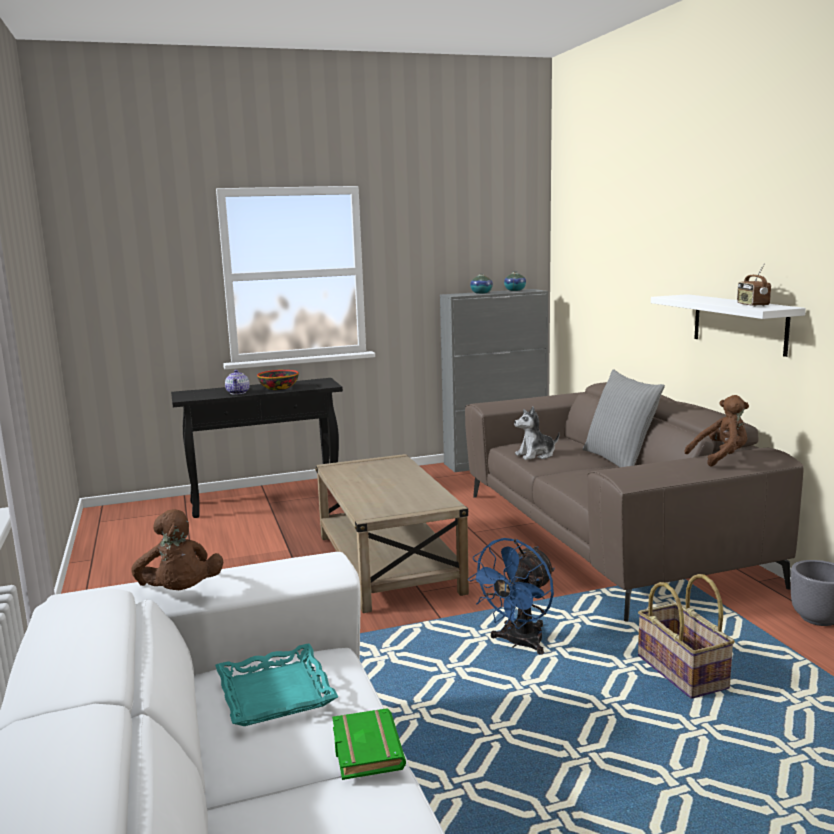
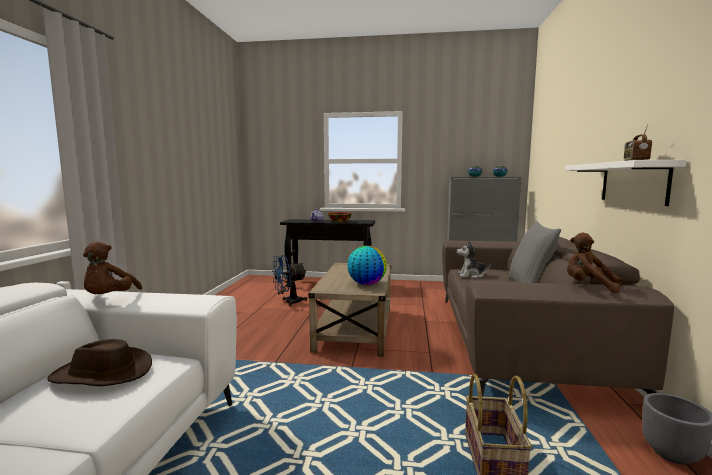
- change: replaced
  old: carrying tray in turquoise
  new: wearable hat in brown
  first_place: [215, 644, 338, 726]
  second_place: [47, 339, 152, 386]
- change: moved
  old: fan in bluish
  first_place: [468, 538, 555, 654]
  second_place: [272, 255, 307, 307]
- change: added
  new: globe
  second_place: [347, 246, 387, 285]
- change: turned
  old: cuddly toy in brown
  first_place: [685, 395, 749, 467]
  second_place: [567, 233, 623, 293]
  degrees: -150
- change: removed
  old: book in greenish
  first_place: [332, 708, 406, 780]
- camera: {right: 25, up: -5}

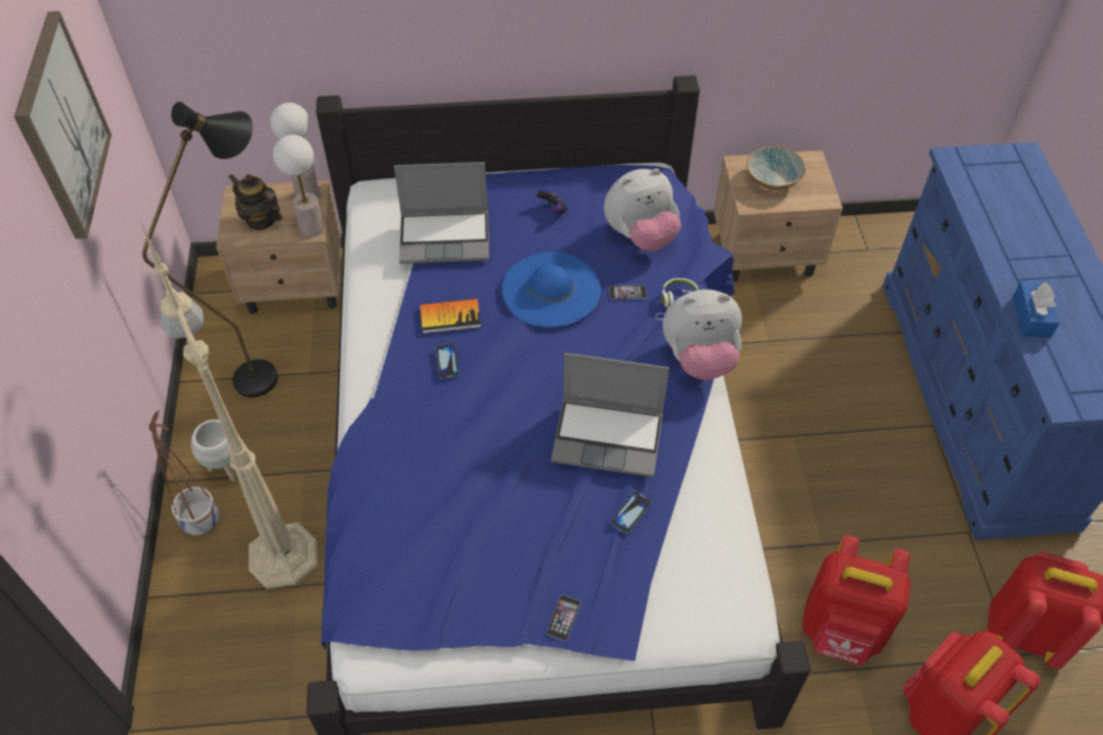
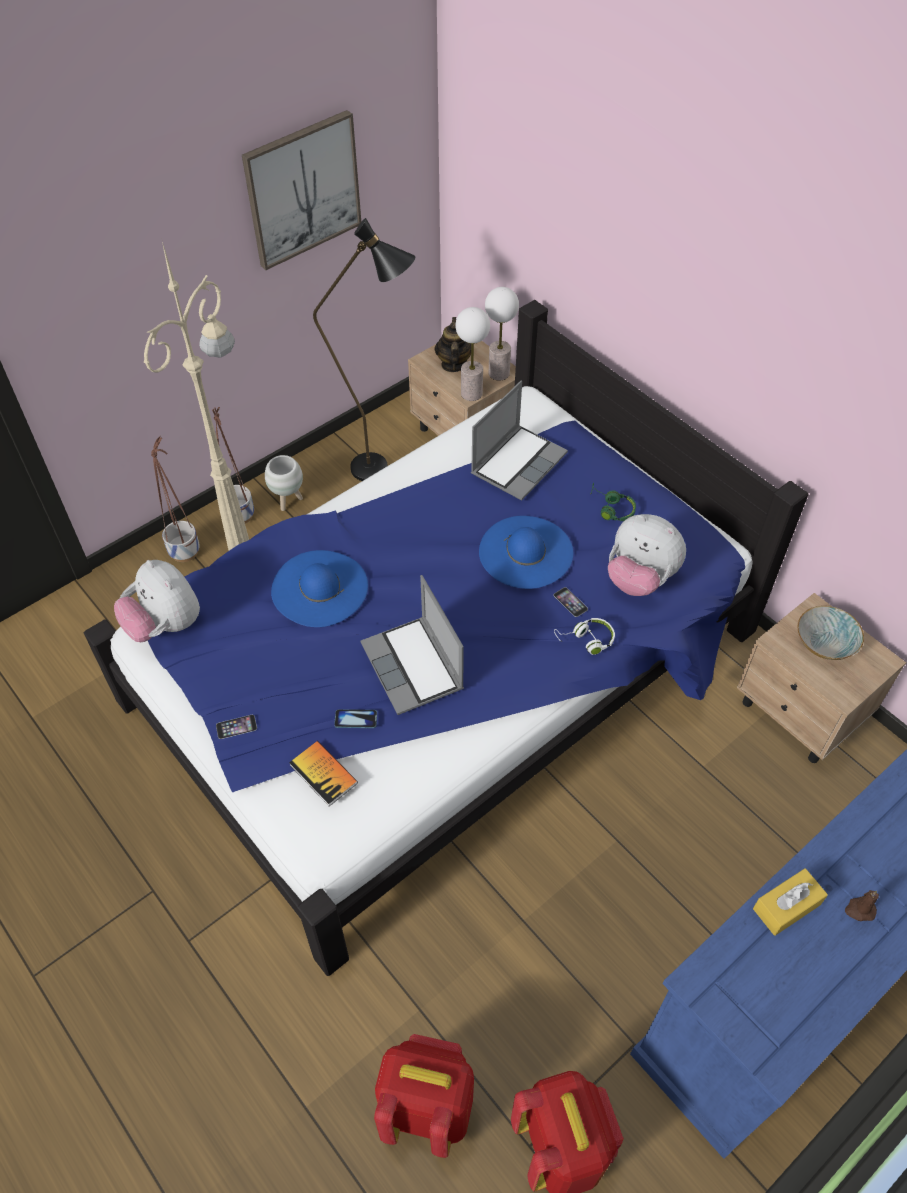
- change: moved
  old: cuddly toy
  first_place: [663, 289, 742, 380]
  second_place: [114, 560, 200, 642]
- change: added
  new: flower pot
  second_place: [151, 436, 200, 562]
- change: added
  new: wearable hat in bluish
  second_place: [271, 550, 368, 627]
- change: moved
  old: book
  first_place: [420, 299, 481, 334]
  second_place: [289, 741, 358, 806]
- change: turned
  old: notebook computer
  first_place: [394, 162, 489, 264]
  second_place: [471, 381, 568, 501]
  degrees: -105
- change: replaced
  old: gamepad
  new: headset in greenish
  first_place: [536, 190, 568, 214]
  second_place: [590, 483, 636, 521]
- change: recoloured
  old: tissue holder in bluish
  new: tissue holder in yellowish
  first_place: [1013, 282, 1060, 338]
  second_place: [753, 868, 828, 936]
- change: added
  new: wax candle in brown
  second_place: [845, 890, 879, 921]
- change: removed
  old: handset
  first_place: [435, 344, 459, 379]
- change: removed
  old: backpack in red
  first_place: [802, 535, 911, 666]
- camera: {right: 55, up: 0}

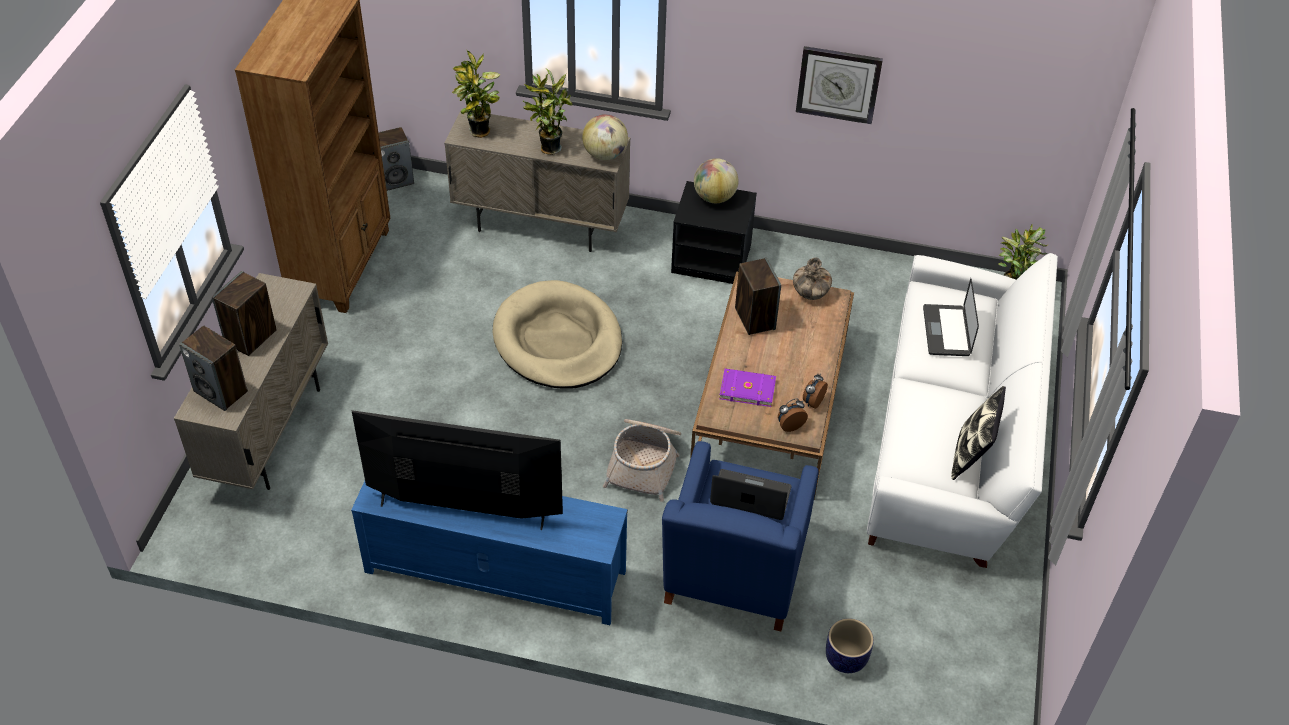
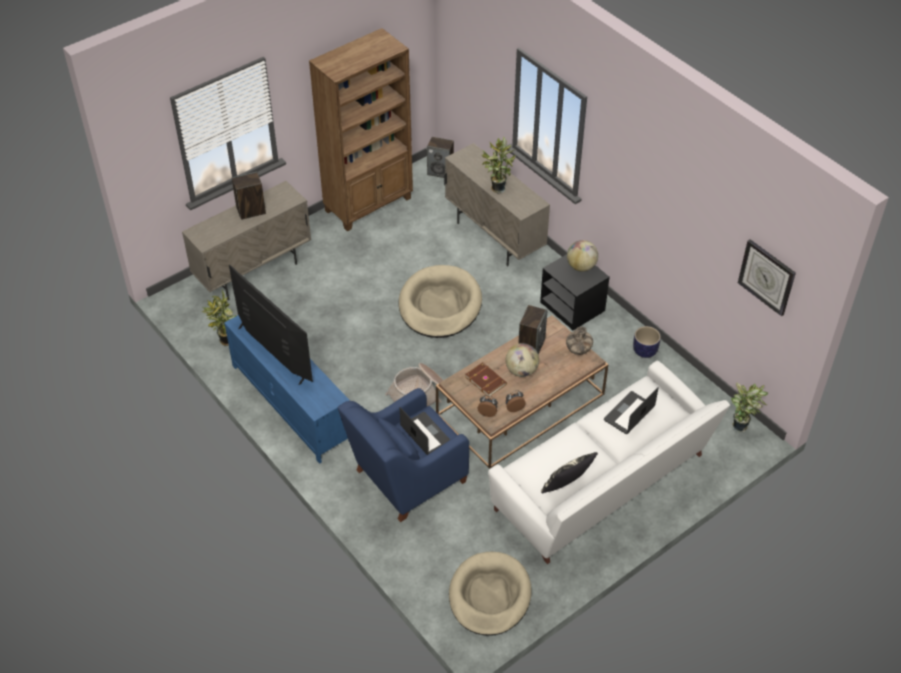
- change: moved
  old: plant in a pot
  first_place: [452, 50, 500, 138]
  second_place: [202, 290, 236, 346]
- change: added
  new: dog bed in beige-coloured
  second_place: [449, 552, 532, 636]
- change: recoloured
  old: book in purplish
  new: book in brown
  first_place: [719, 368, 776, 407]
  second_place: [465, 362, 507, 397]
- change: moved
  old: globe
  first_place: [582, 114, 628, 160]
  second_place: [506, 343, 539, 377]
- change: moved
  old: flower pot
  first_place: [826, 618, 874, 673]
  second_place: [633, 326, 661, 358]
- change: moved
  old: clock on the wall
  first_place: [796, 46, 883, 124]
  second_place: [738, 239, 796, 316]
- change: removed
  old: audio speaker
  first_place: [179, 326, 248, 411]
- camera: {right: 40, up: 0}

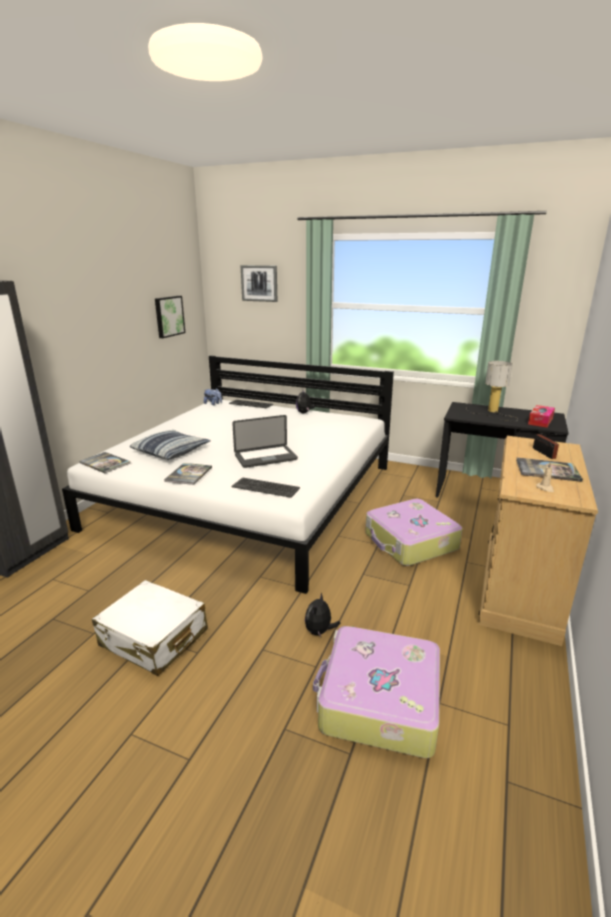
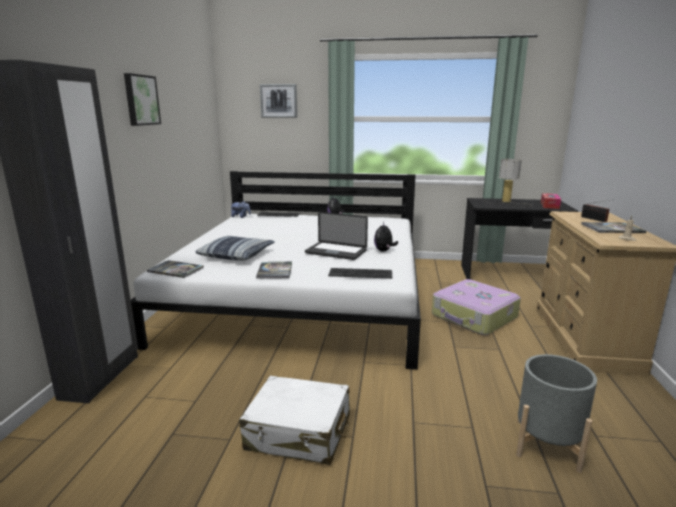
- change: moved
  old: wall art
  first_place: [155, 296, 185, 338]
  second_place: [124, 73, 161, 126]
- change: turned
  old: notebook computer
  first_place: [232, 415, 298, 468]
  second_place: [305, 212, 368, 260]
  degrees: 60
- change: moved
  old: cuddly toy
  first_place: [305, 593, 341, 637]
  second_place: [374, 222, 398, 251]
- change: replaced
  old: suitcase
  new: flower pot in gray
  first_place: [313, 626, 440, 758]
  second_place: [516, 354, 597, 473]
- camera: {right: -15, up: -5}

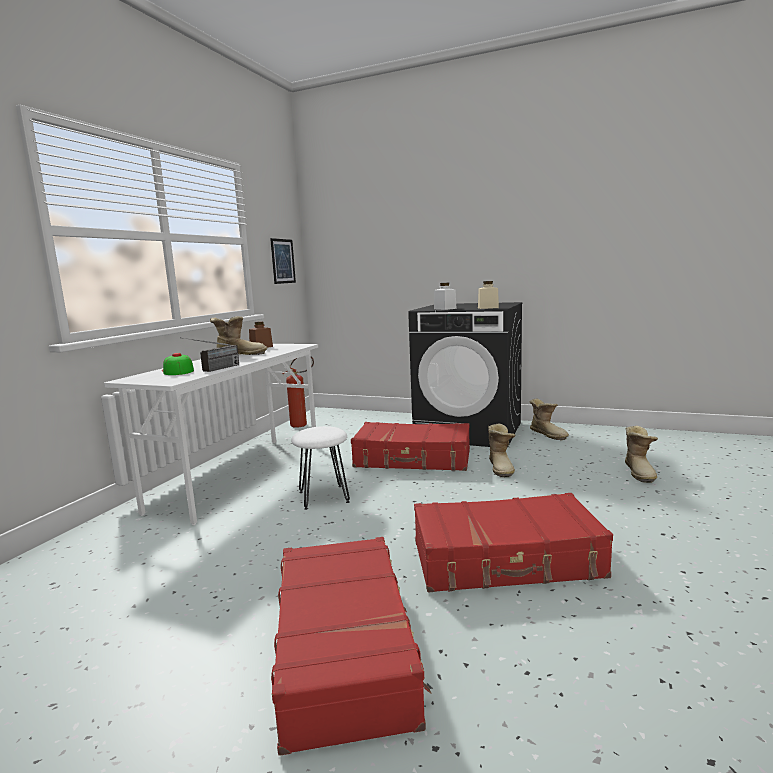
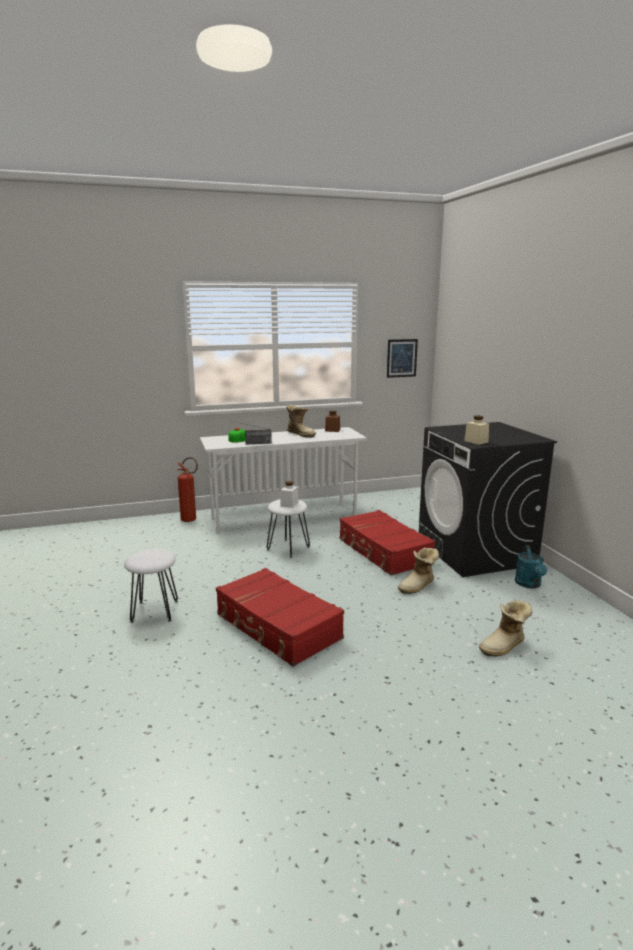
- change: replaced
  old: suitcase in red
  new: sitting stool in white
  first_place: [271, 537, 431, 756]
  second_place: [124, 549, 178, 623]
- change: moved
  old: fire-fighting cylinder
  first_place: [282, 356, 314, 428]
  second_place: [178, 457, 198, 522]
- change: moved
  old: storage jar in white
  first_place: [434, 283, 457, 310]
  second_place: [280, 481, 299, 508]
- change: replaced
  old: tall boot
  new: watering can in turquoise
  first_place: [529, 399, 569, 440]
  second_place: [515, 545, 547, 588]
- camera: {right: 50, up: 5}

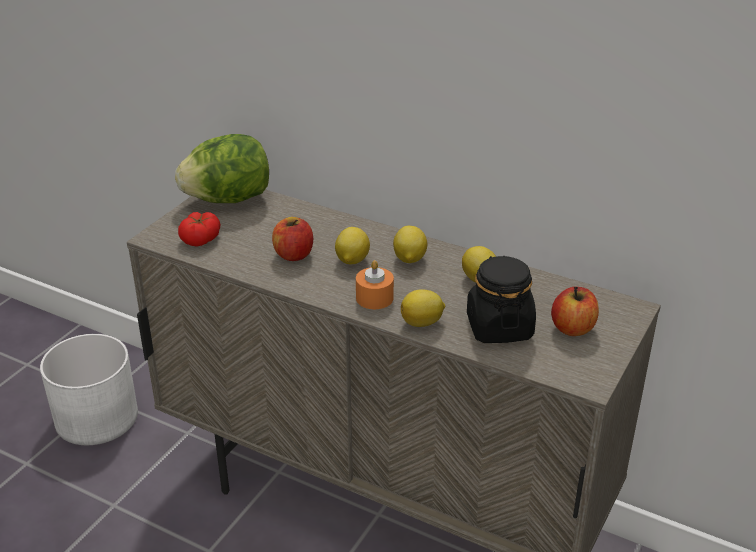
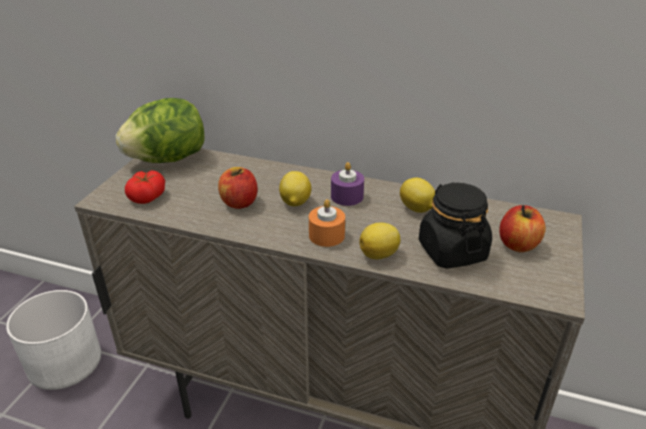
- change: replaced
  old: whole lemon
  new: wax candle in purplish
  first_place: [393, 226, 427, 263]
  second_place: [331, 162, 364, 206]
- camera: {right: -10, up: 0}

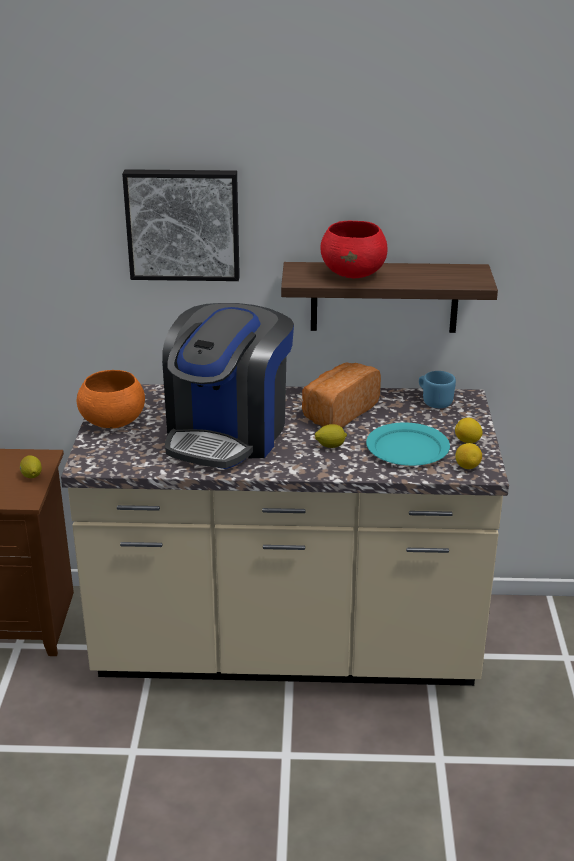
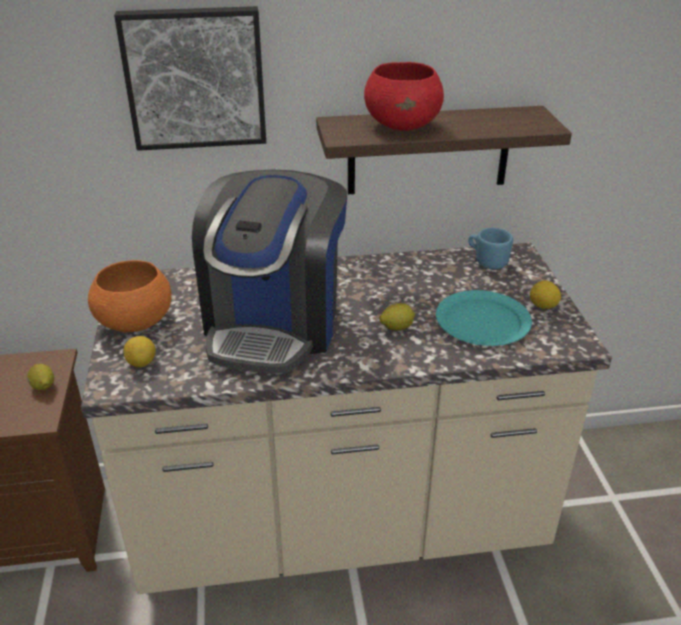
- change: moved
  old: whole lemon
  first_place: [455, 443, 482, 469]
  second_place: [123, 336, 156, 367]
- change: removed
  old: bread
  first_place: [302, 362, 381, 428]
- camera: {right: -10, up: 5}

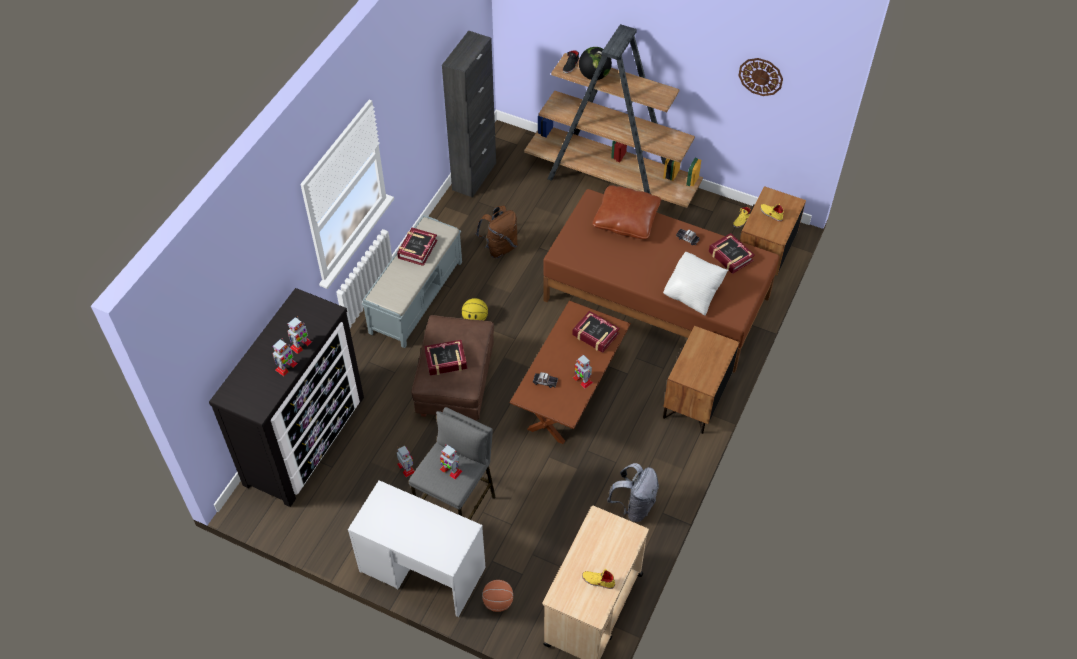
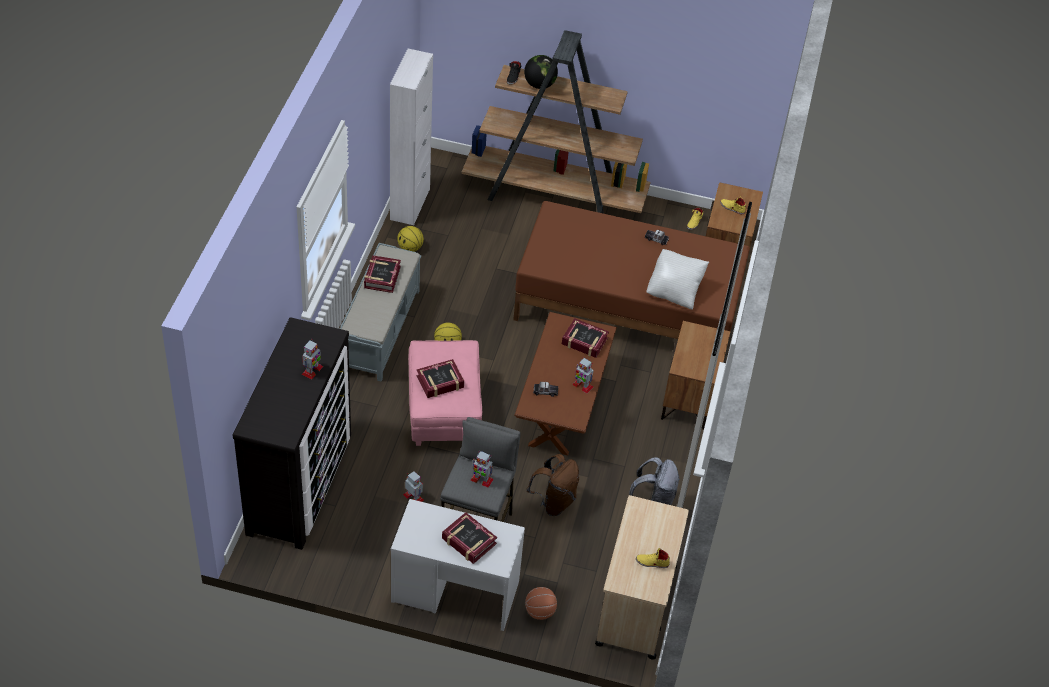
- change: recoloured
  old: storage cabinet in black
  new: storage cabinet in white
  first_place: [442, 31, 496, 197]
  second_place: [390, 49, 433, 225]
- change: added
  new: ball for basketball
  second_place: [397, 226, 424, 252]
- change: recoloured
  old: ottoman in brown
  new: ottoman in pink-coloured
  first_place: [411, 315, 494, 421]
  second_place: [408, 340, 482, 446]
- change: moved
  old: book
  first_place: [709, 233, 755, 274]
  second_place: [442, 512, 497, 564]
- change: moved
  old: backpack in brown
  first_place: [476, 205, 518, 258]
  second_place: [527, 454, 579, 516]
- change: removed
  old: model robot
  first_place: [272, 338, 298, 376]
- change: removed
  old: cushion in brown
  first_place: [593, 185, 661, 239]
- change: removed
  old: clock on the wall
  first_place: [738, 58, 783, 96]
- camera: {right: -15, up: -5}

